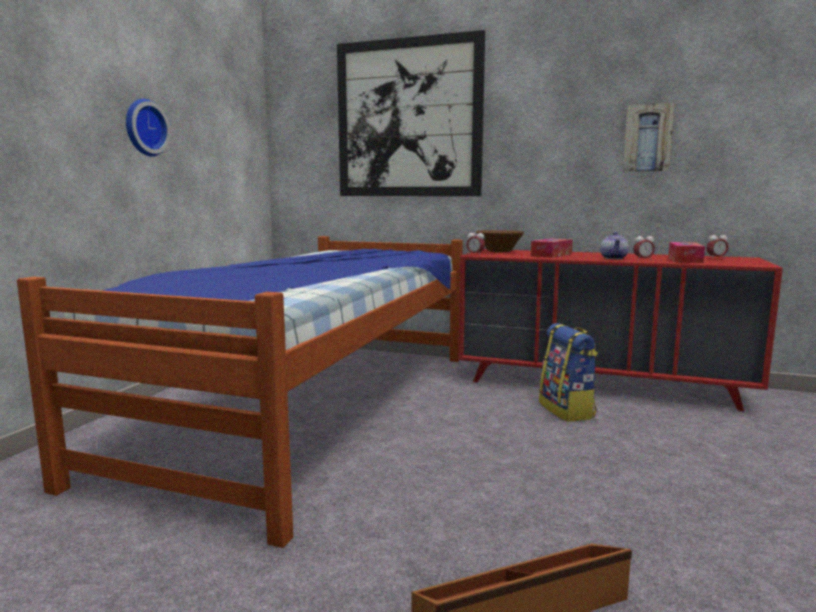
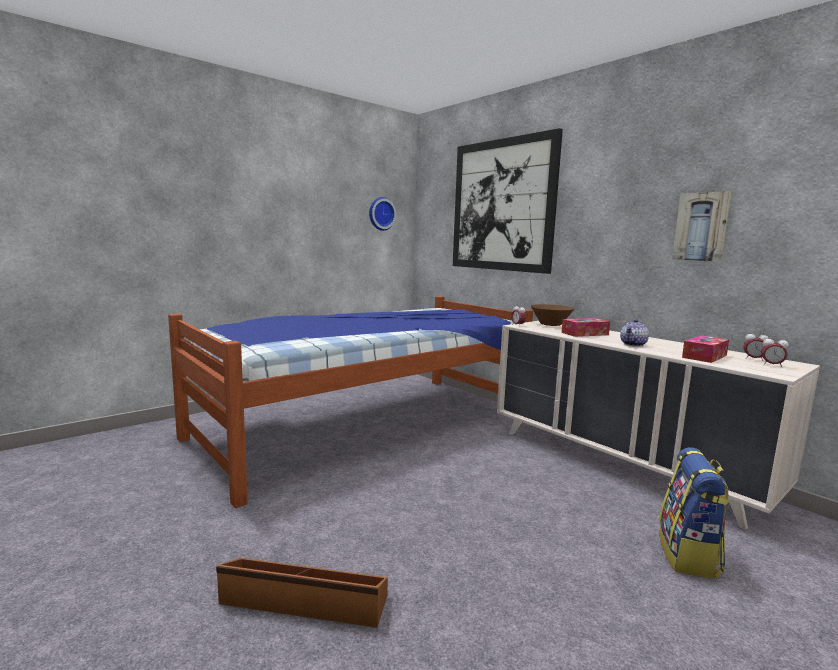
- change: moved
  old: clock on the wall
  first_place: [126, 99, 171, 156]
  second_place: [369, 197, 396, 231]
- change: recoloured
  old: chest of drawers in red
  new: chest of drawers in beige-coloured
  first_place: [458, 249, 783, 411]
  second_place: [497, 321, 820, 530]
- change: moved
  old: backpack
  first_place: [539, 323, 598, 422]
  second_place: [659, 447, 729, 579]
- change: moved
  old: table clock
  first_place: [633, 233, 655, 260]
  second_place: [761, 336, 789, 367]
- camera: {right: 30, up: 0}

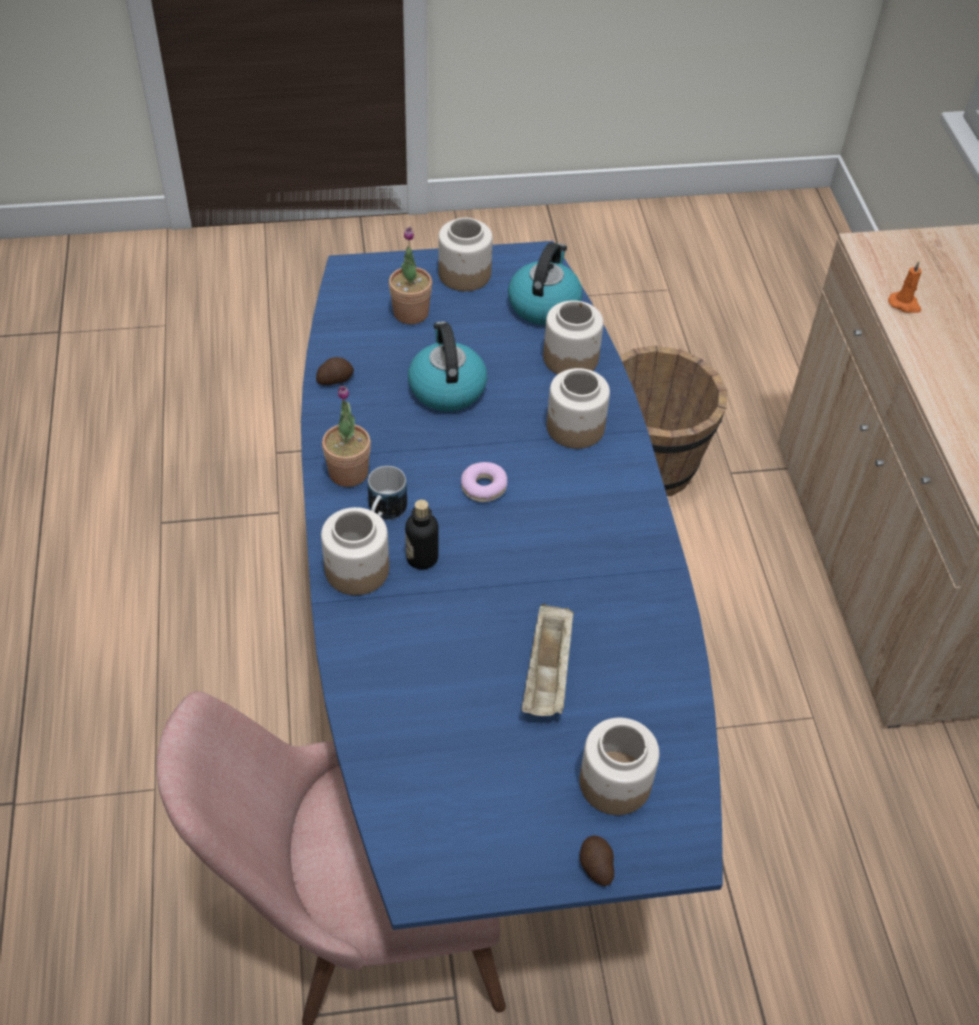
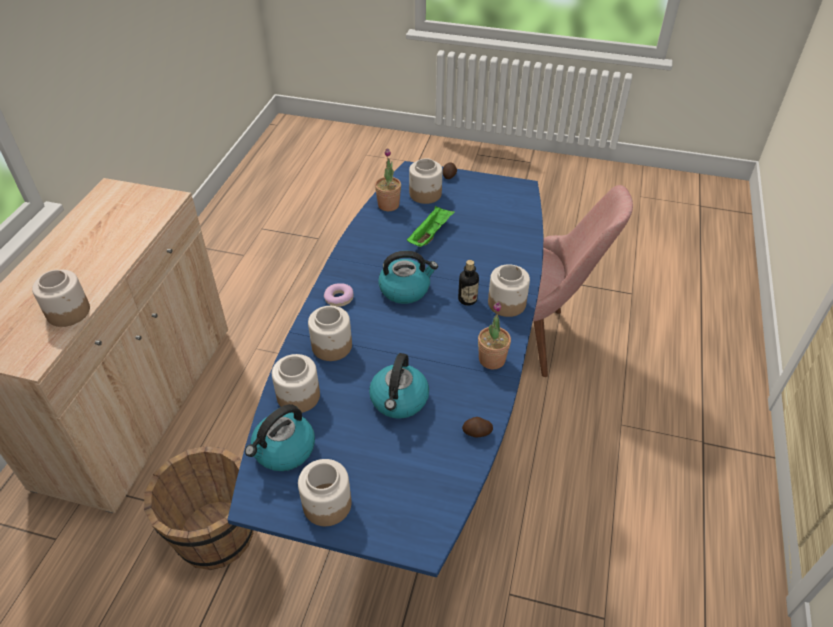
- change: replaced
  old: wax candle in orangey
  new: storage jar
  first_place: [888, 261, 922, 313]
  second_place: [32, 270, 90, 327]
- change: moved
  old: doughnut
  first_place: [461, 462, 507, 502]
  second_place: [324, 283, 354, 307]
- change: moved
  old: plant in a pot
  first_place: [389, 227, 432, 324]
  second_place: [375, 148, 401, 211]
- change: added
  new: tea kettle
  second_place: [378, 251, 438, 304]
- change: recoloured
  old: carrying tray in beige-coloured
  new: carrying tray in greenish
  first_place: [521, 603, 574, 716]
  second_place: [407, 206, 455, 247]
- change: removed
  old: coffee mug
  first_place: [368, 466, 407, 520]
- camera: {right: -155, up: -5}

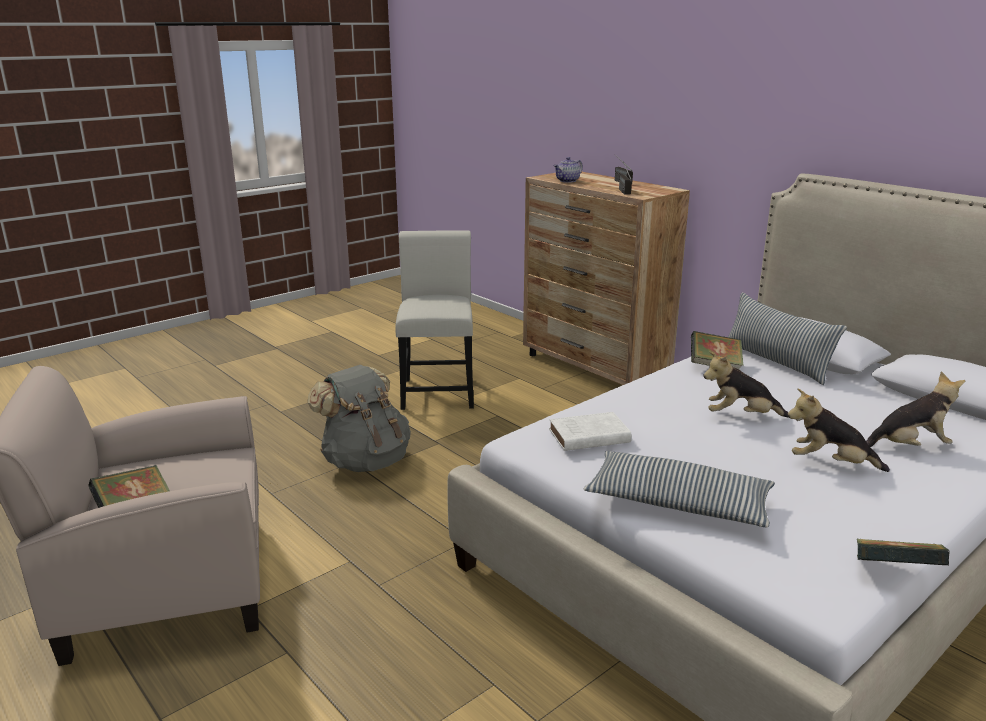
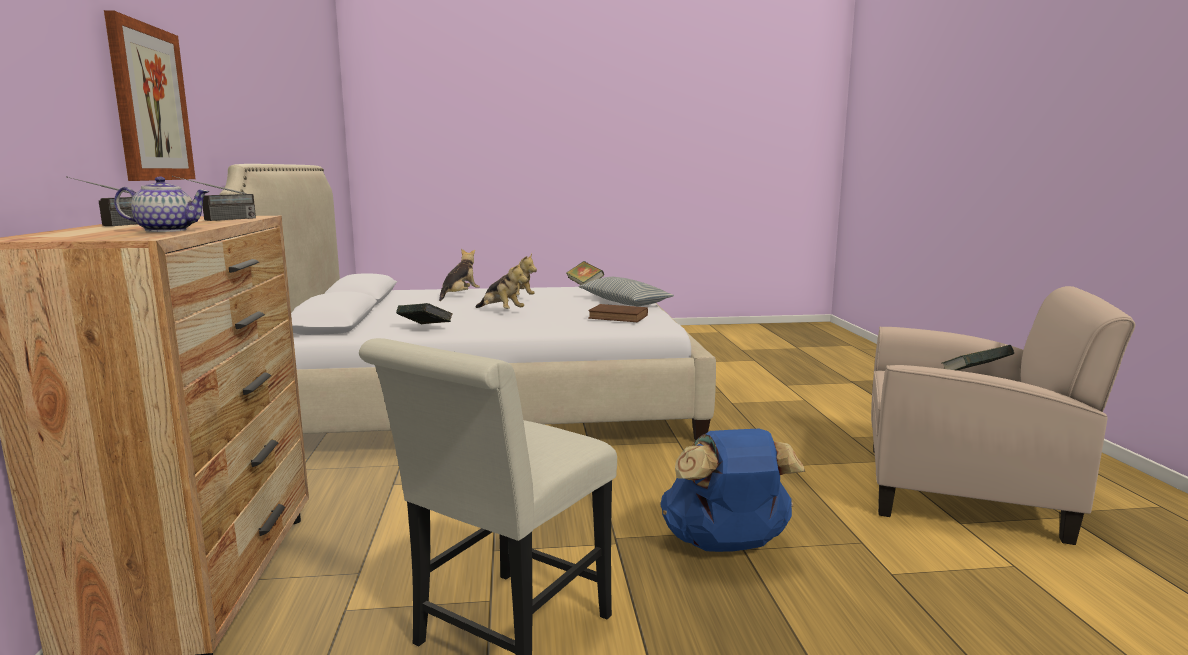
- change: added
  new: wall art
  second_place: [104, 10, 196, 181]
- change: turned
  old: cuddly toy
  first_place: [866, 371, 965, 448]
  second_place: [439, 249, 480, 301]
  degrees: 90
- change: recoloured
  old: book in white
  new: book in brown
  first_place: [549, 412, 632, 451]
  second_place: [588, 304, 648, 322]
- change: recoloured
  old: backpack in gray
  new: backpack in bluish
  first_place: [308, 365, 411, 472]
  second_place: [660, 429, 805, 552]
- change: removed
  old: cushion
  first_place: [728, 293, 847, 385]
- camera: {right: -145, up: -10}

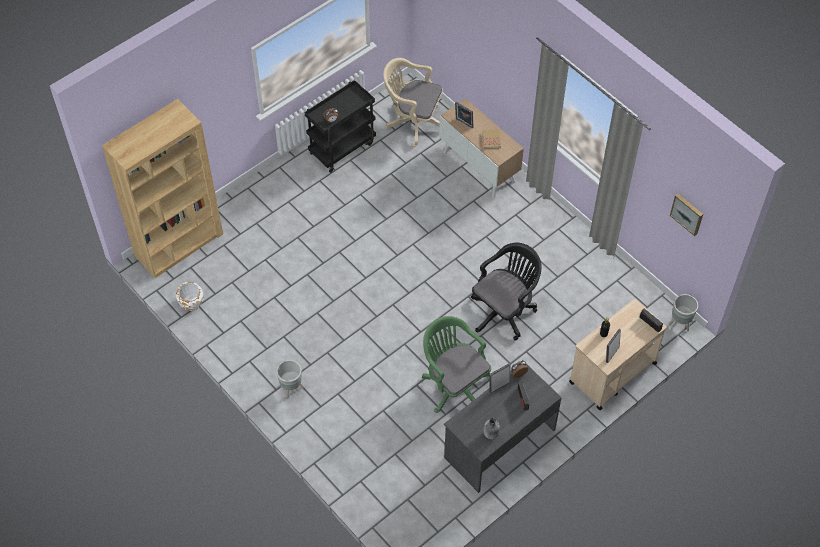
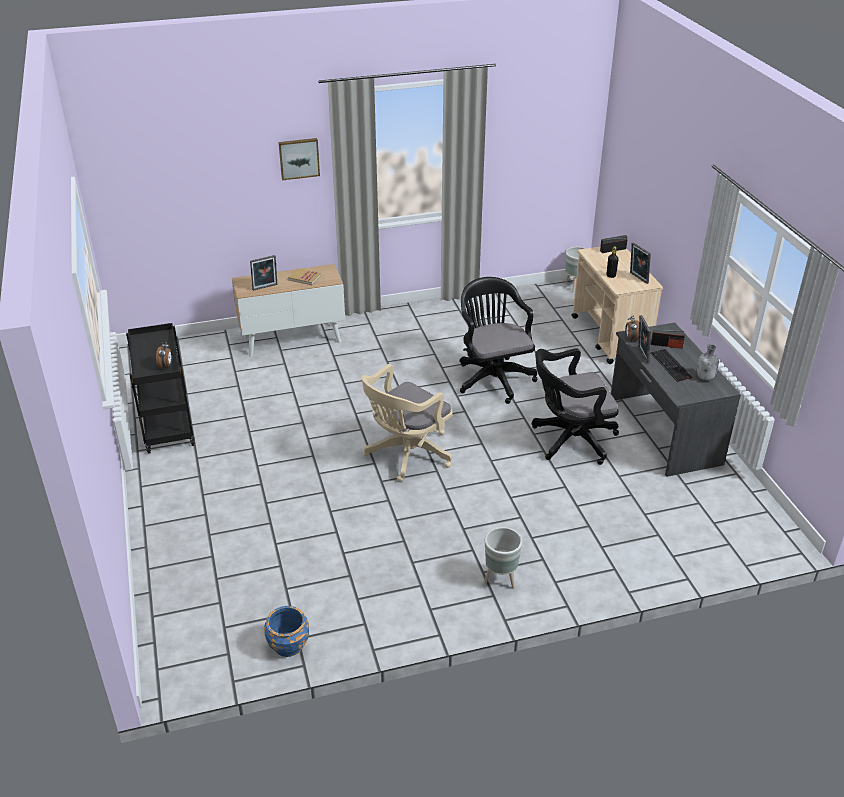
- change: recoloured
  old: flower pot in white
  new: flower pot in bluish
  first_place: [176, 282, 203, 311]
  second_place: [264, 606, 309, 657]
- change: moved
  old: wall art
  first_place: [670, 194, 703, 236]
  second_place: [278, 138, 320, 180]
- change: moved
  old: computer chair in beige-coloured
  first_place: [383, 58, 443, 147]
  second_place: [362, 364, 452, 482]
- change: recoloured
  old: computer chair in greenish
  new: computer chair in black
  first_place: [422, 316, 491, 413]
  second_place: [532, 348, 619, 465]
- change: added
  new: PC keyboard
  second_place: [650, 349, 692, 382]
- change: removed
  old: shelving unit in brown
  first_place: [102, 99, 223, 278]
- camera: {right: -65, up: -20}

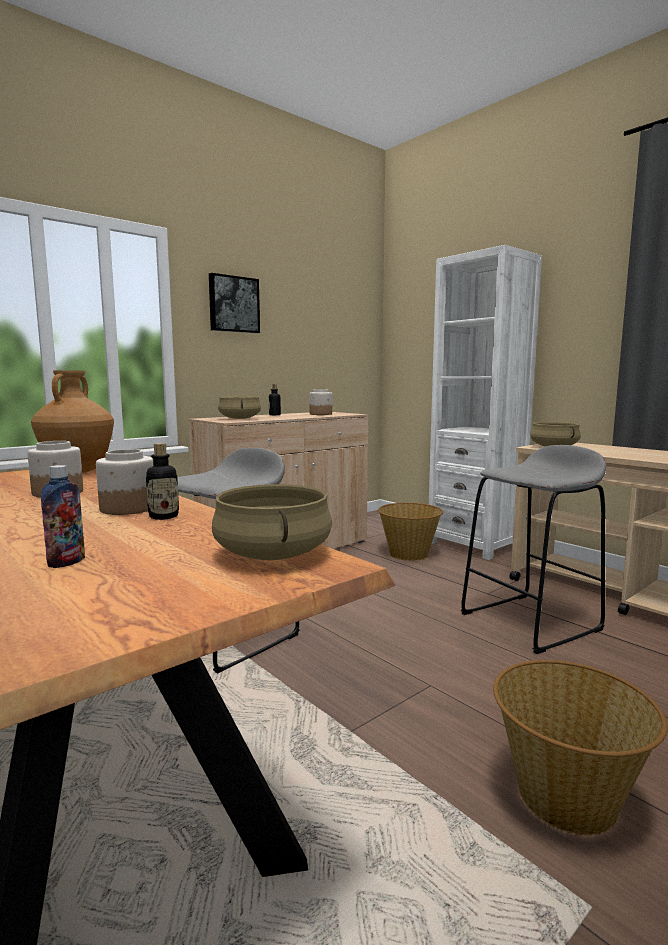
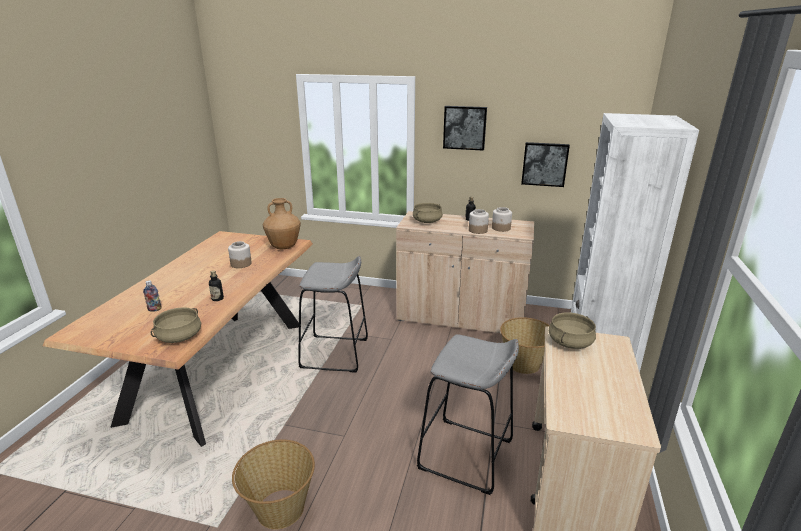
- change: moved
  old: storage jar
  first_place: [96, 449, 154, 515]
  second_place: [469, 209, 489, 234]
- change: added
  new: wall art
  second_place: [521, 142, 570, 187]
- camera: {right: 55, up: 15}

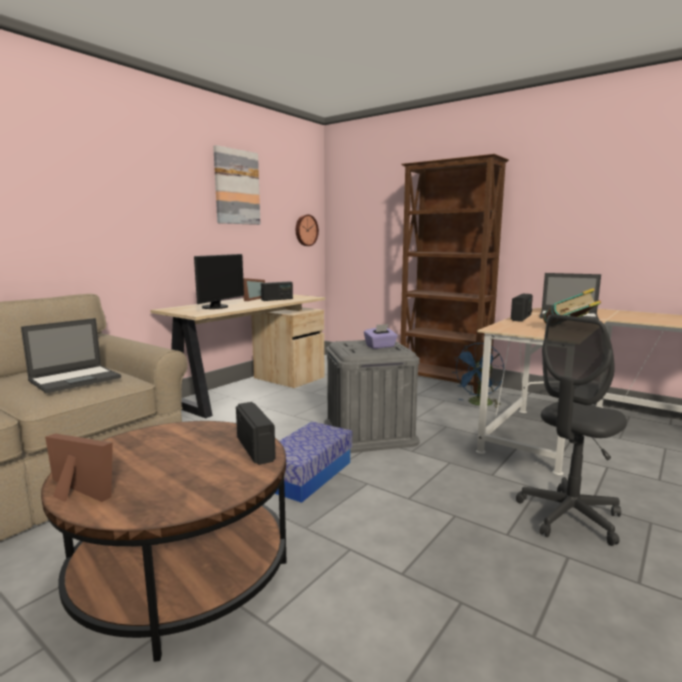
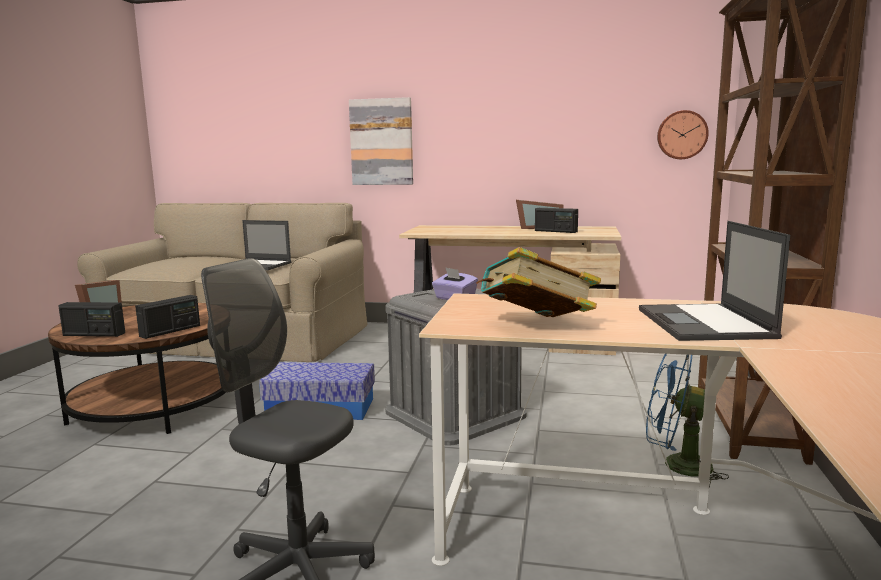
- change: moved
  old: radio
  first_place: [511, 294, 533, 322]
  second_place: [58, 302, 125, 337]
- change: moved
  old: wall art
  first_place: [213, 145, 260, 225]
  second_place: [349, 97, 413, 185]
- change: removed
  old: monitor
  first_place: [194, 254, 244, 309]
- camera: {right: 65, up: 0}

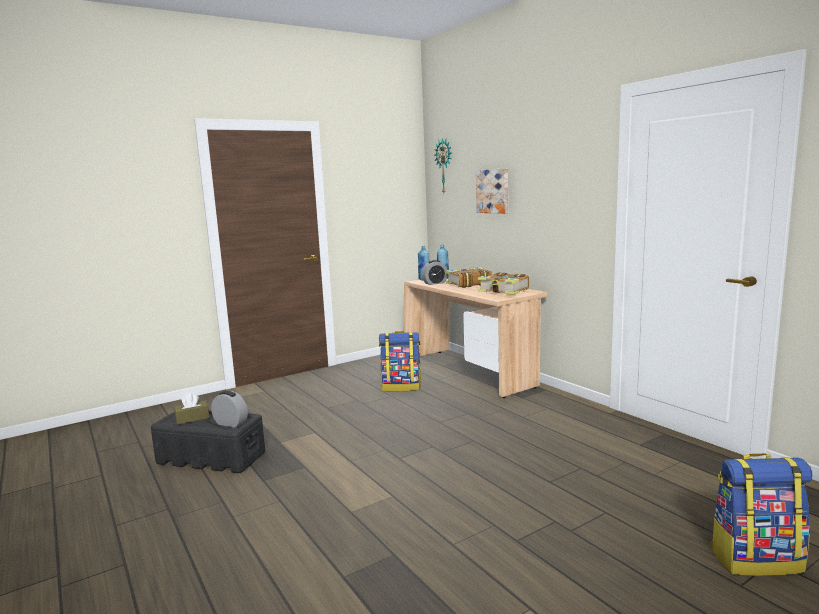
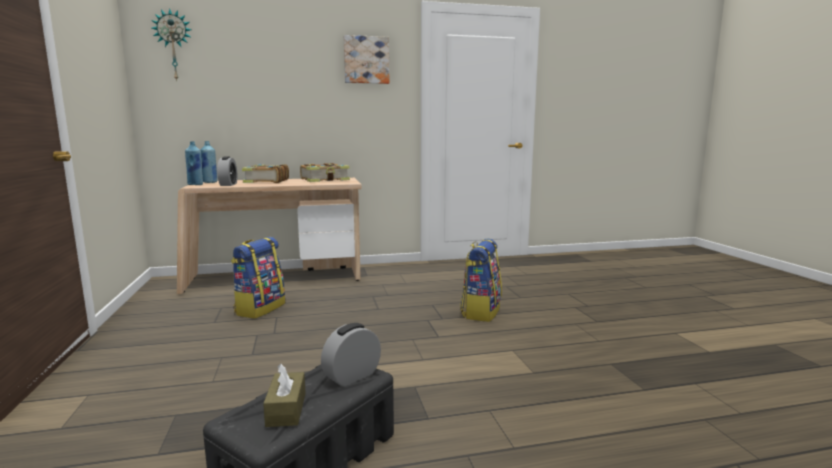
- change: moved
  old: wall art
  first_place: [476, 168, 508, 214]
  second_place: [344, 35, 389, 84]
- change: moved
  old: backpack
  first_place: [710, 453, 812, 576]
  second_place: [460, 238, 502, 322]
- camera: {right: -70, up: 0}

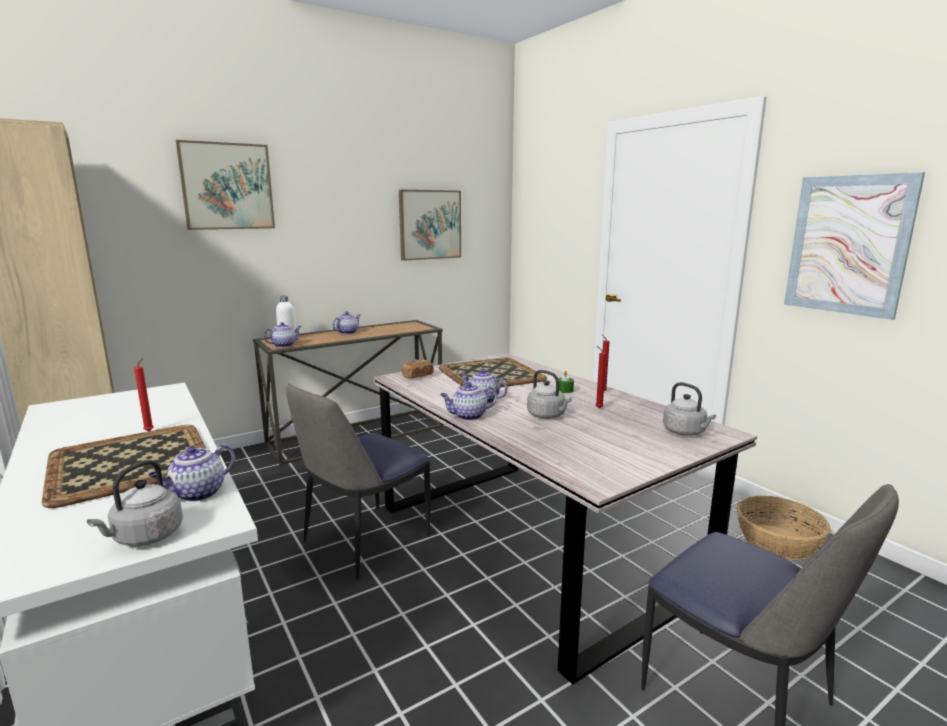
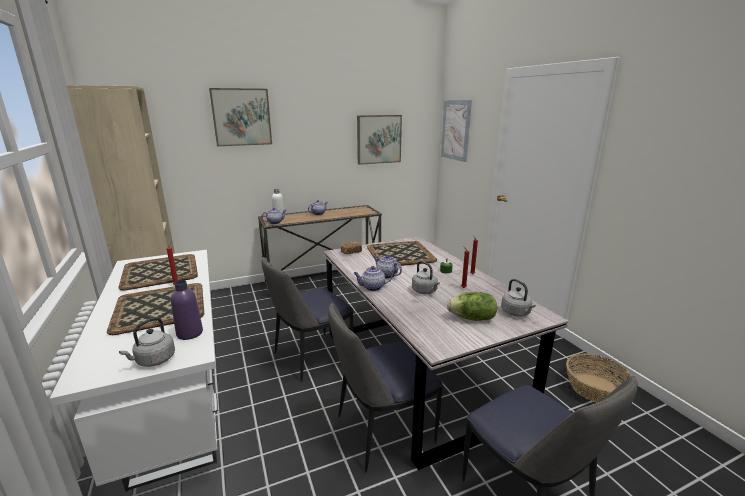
- change: added
  new: carrying tray
  second_place: [118, 254, 198, 291]
- change: replaced
  old: pot for tea
  new: beverage bottle in purplish
  first_place: [148, 444, 235, 502]
  second_place: [171, 280, 203, 340]
- change: added
  new: upright chair
  second_place: [328, 303, 443, 472]
- change: moved
  old: wall art
  first_place: [784, 172, 925, 320]
  second_place: [441, 100, 472, 162]
- change: added
  new: lettuce head
  second_place: [447, 292, 497, 321]
- camera: {right: 10, up: 5}

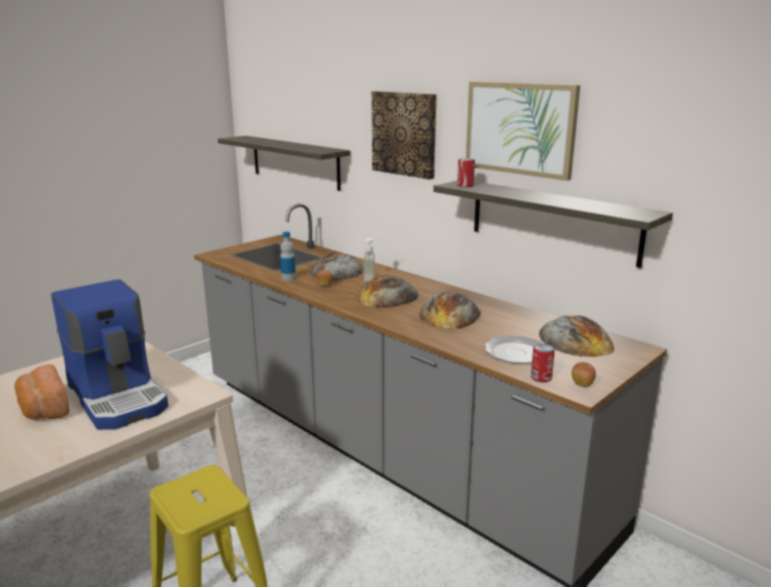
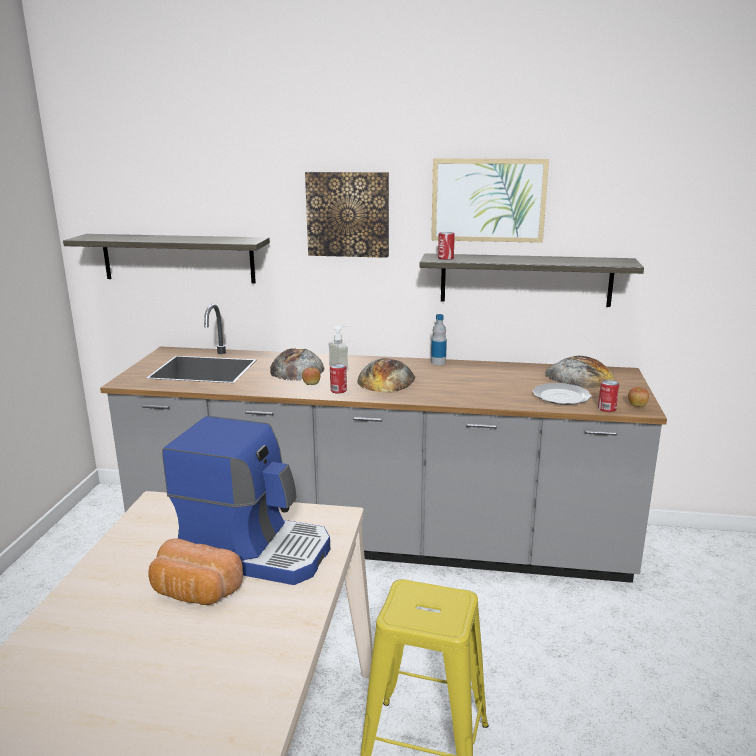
- change: added
  new: metal can
  second_place: [330, 364, 347, 394]
- change: moved
  old: beverage bottle
  first_place: [280, 232, 296, 281]
  second_place: [431, 314, 447, 365]
- change: removed
  old: bread
  first_place: [419, 292, 481, 329]
- camera: {right: -35, up: 0}

